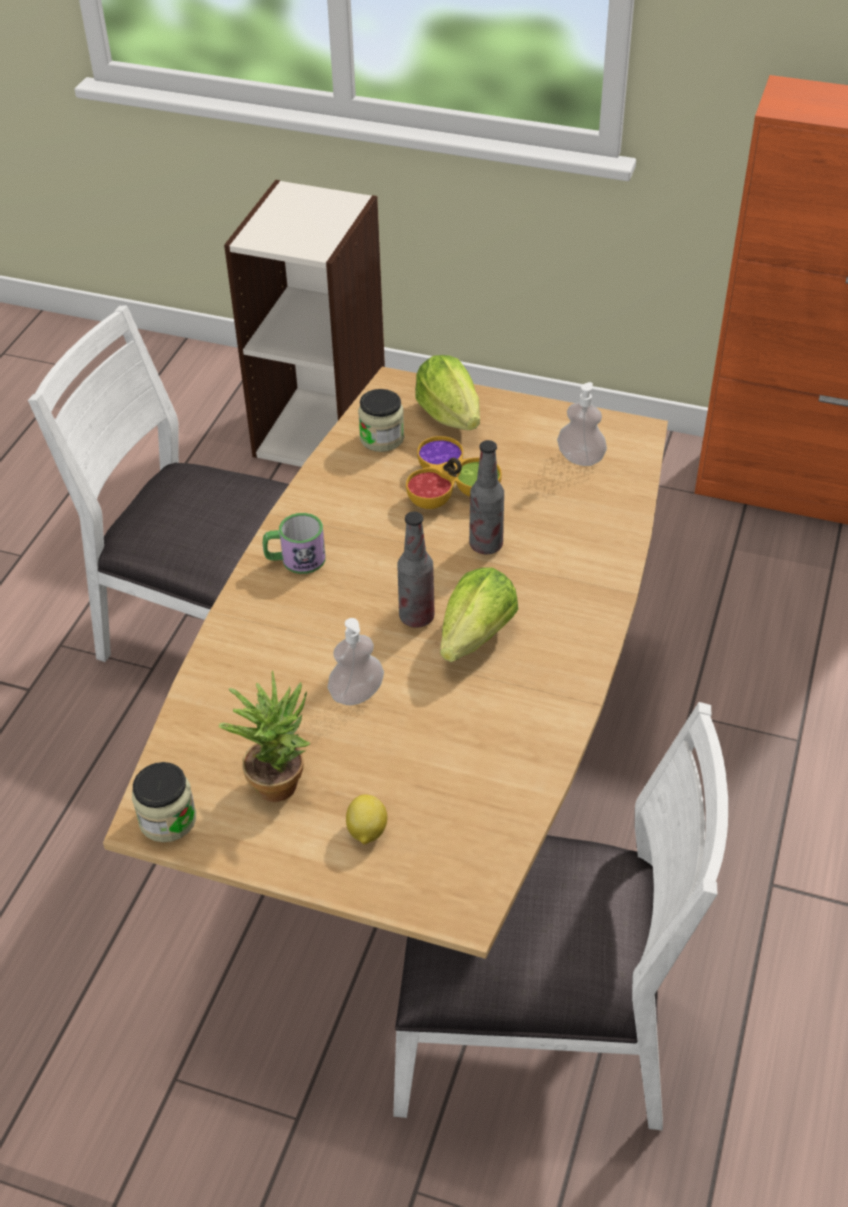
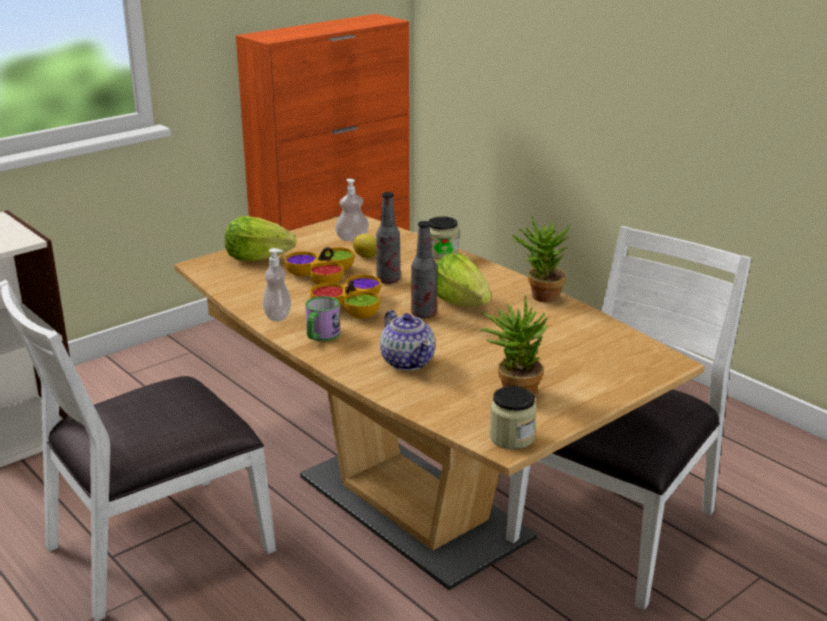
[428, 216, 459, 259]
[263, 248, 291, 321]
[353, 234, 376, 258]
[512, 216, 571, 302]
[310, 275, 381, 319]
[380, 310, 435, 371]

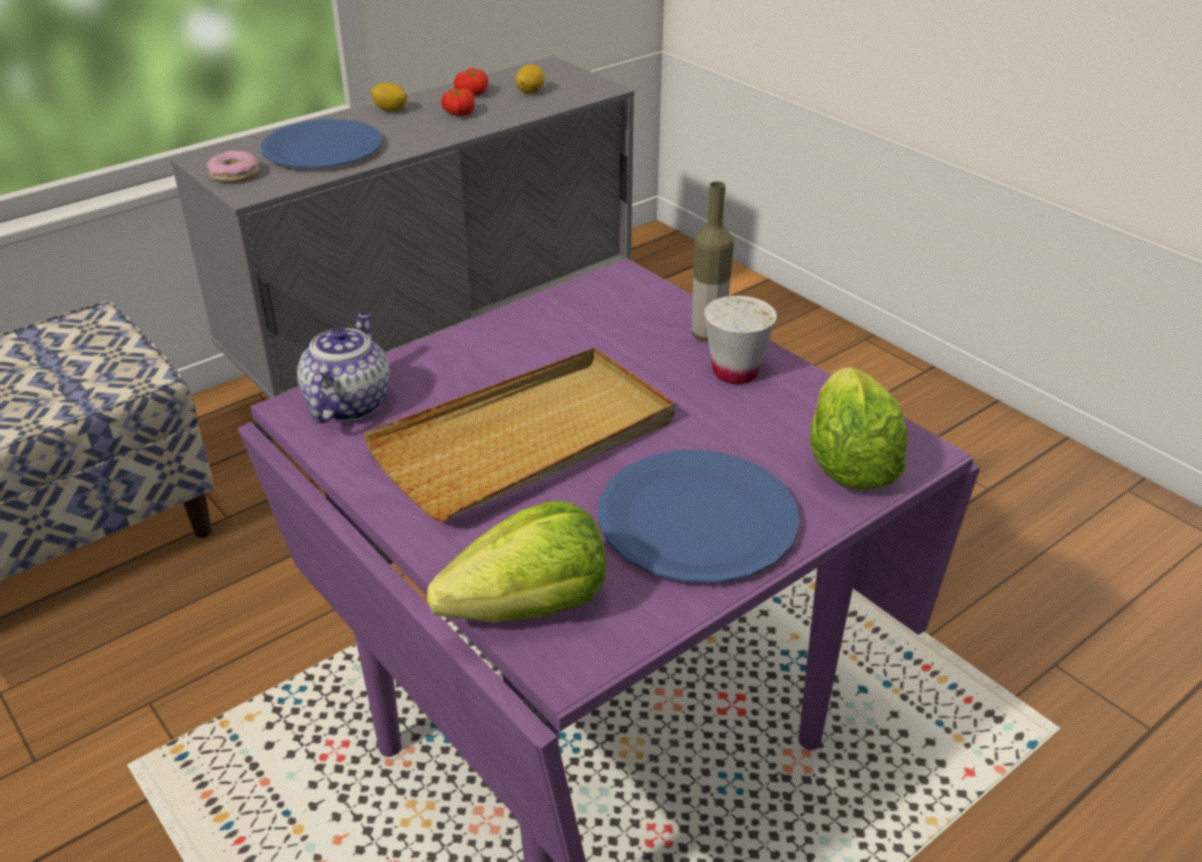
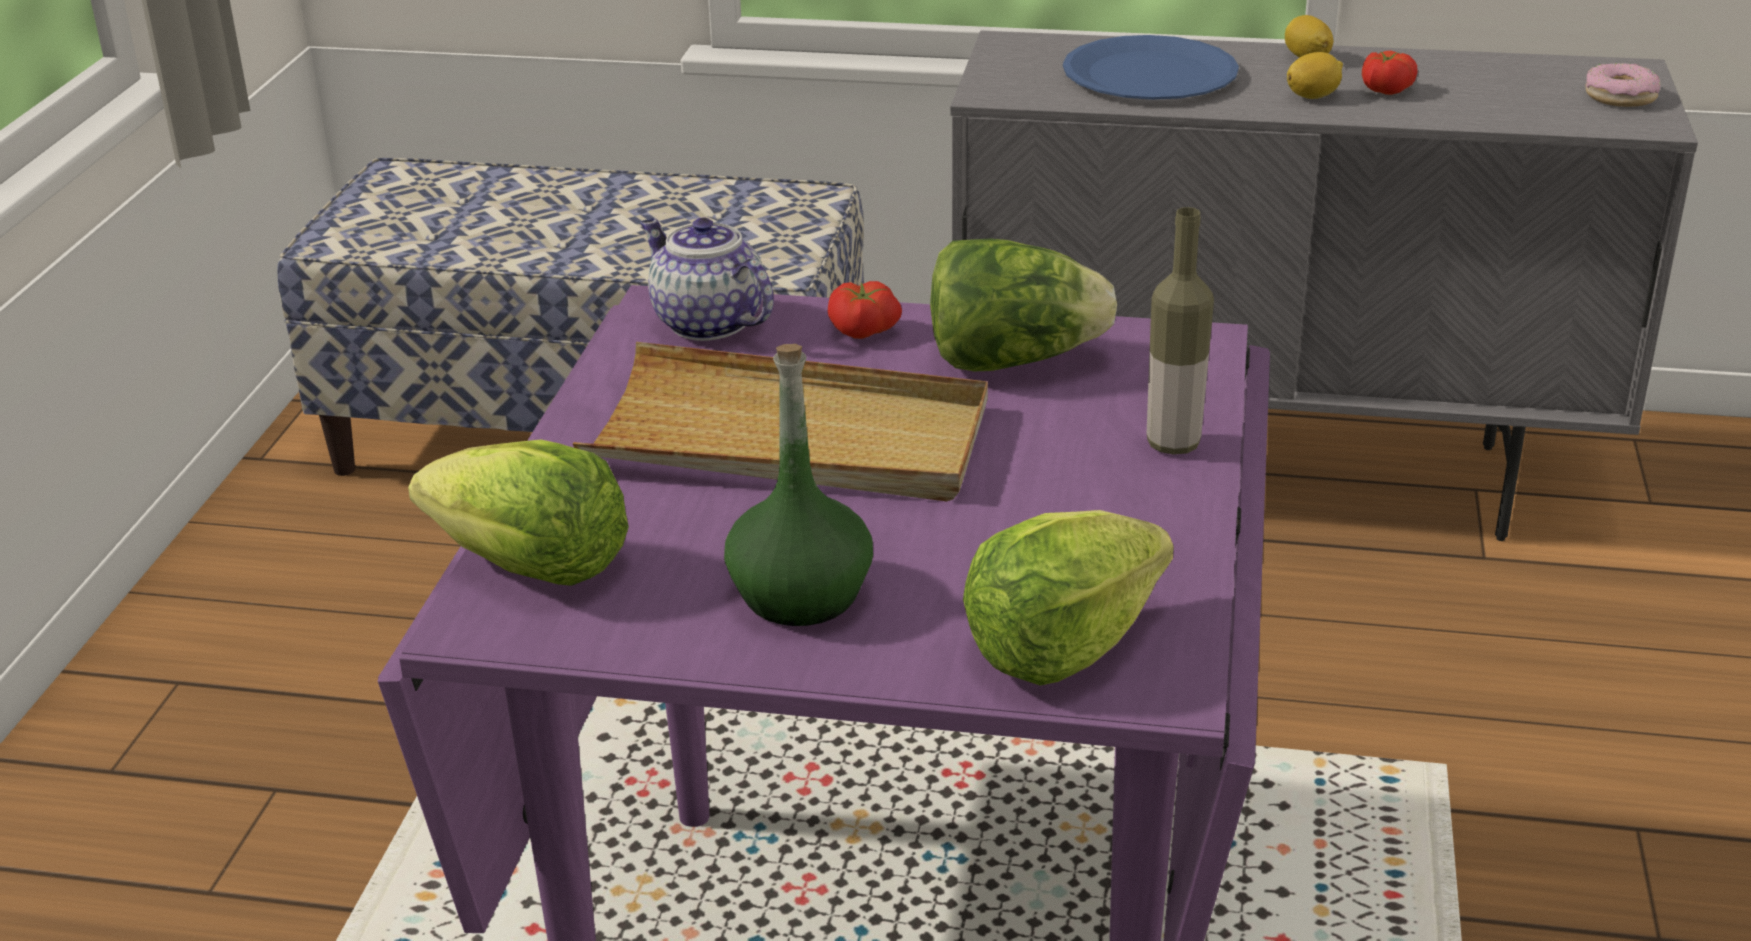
[1287, 52, 1343, 99]
[828, 281, 902, 339]
[1585, 63, 1660, 107]
[704, 296, 777, 384] (first image)
[640, 217, 774, 341]
[724, 344, 873, 626]
[930, 238, 1117, 371]

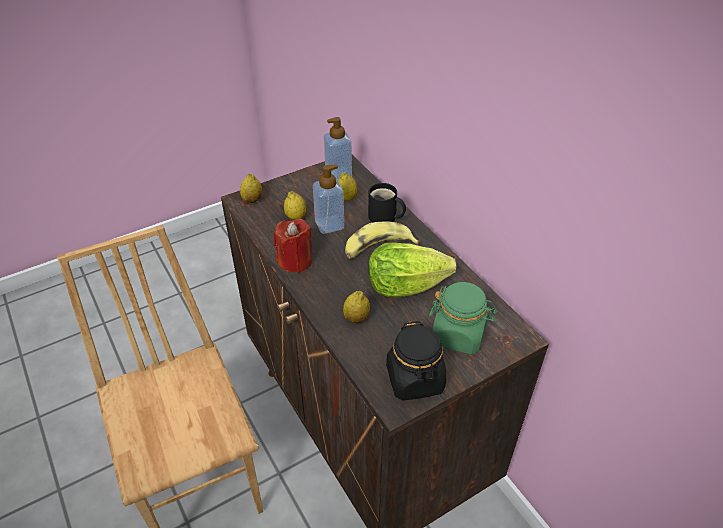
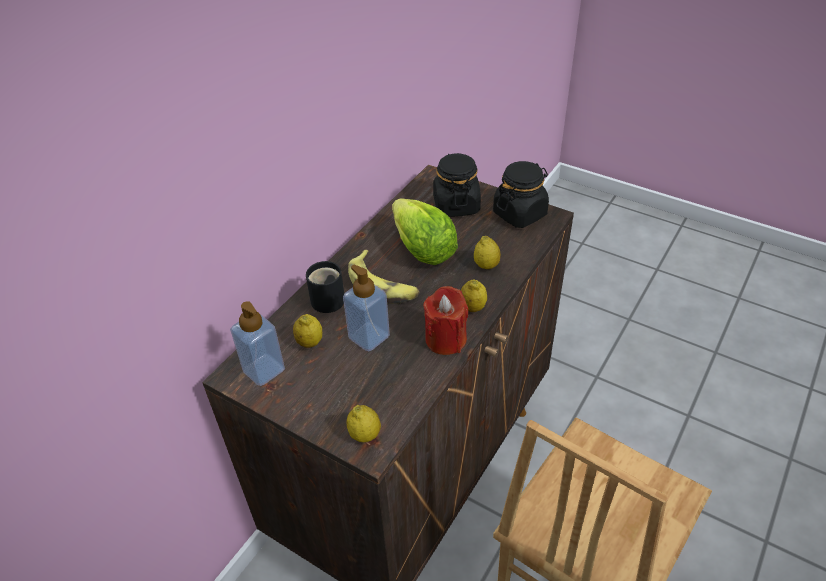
[461, 279, 487, 312]
[433, 153, 481, 217]

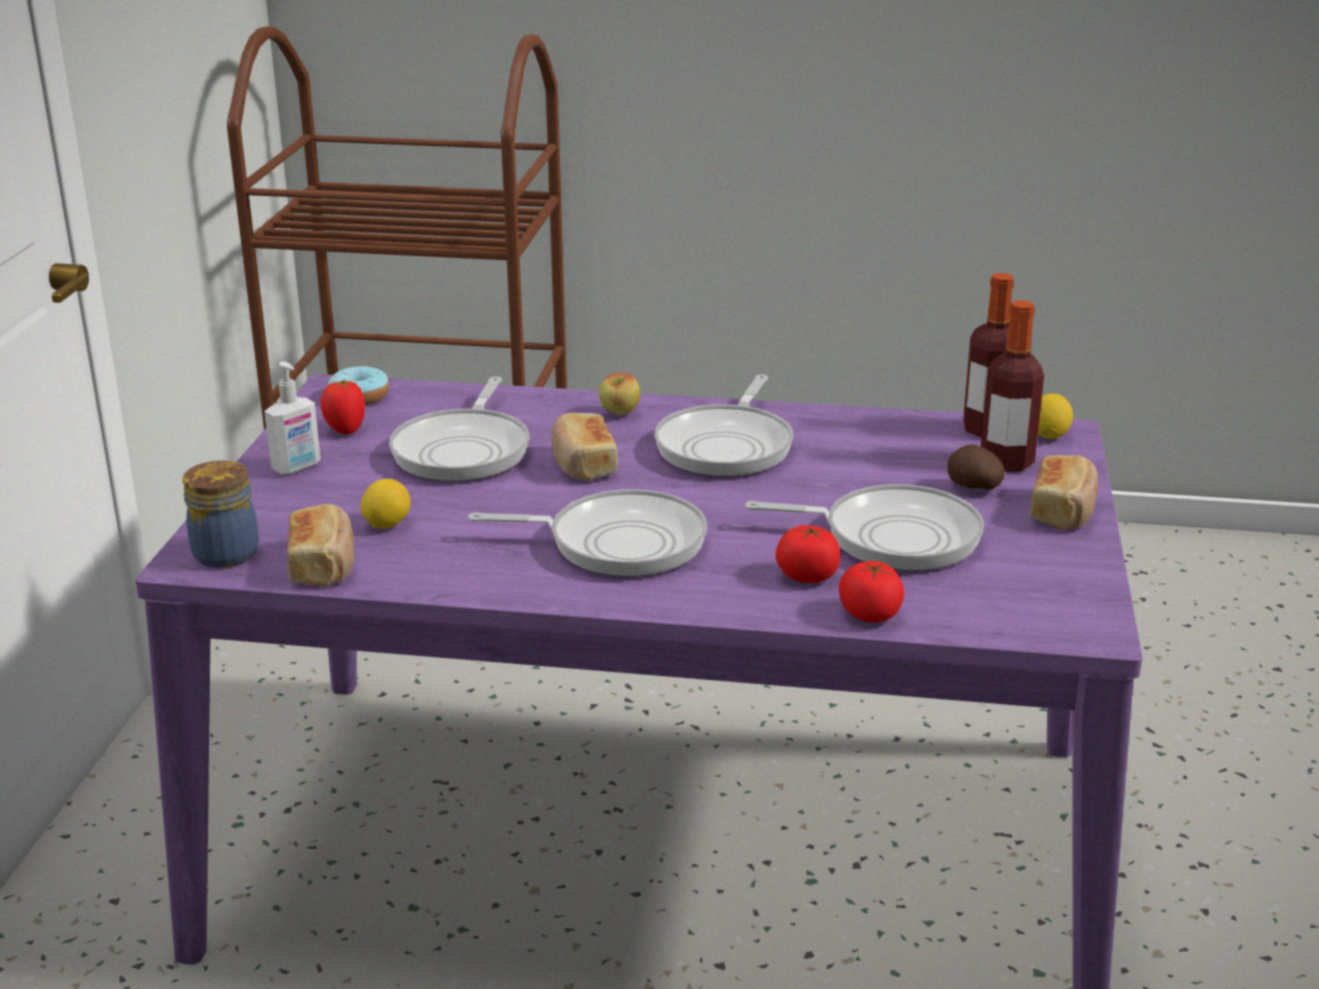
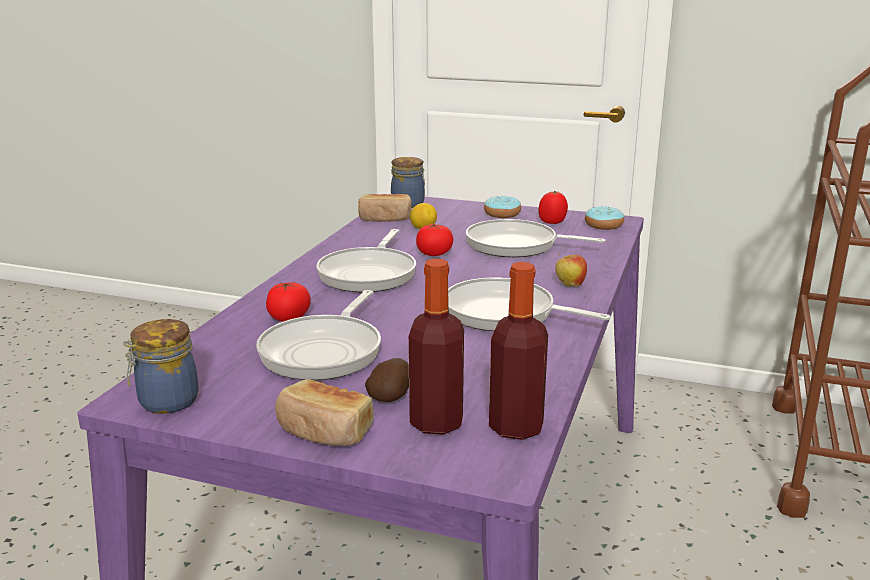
[484, 196, 521, 218]
[1038, 394, 1073, 439] (first image)
[552, 413, 618, 481] (first image)
[416, 224, 453, 256]
[123, 319, 199, 414]

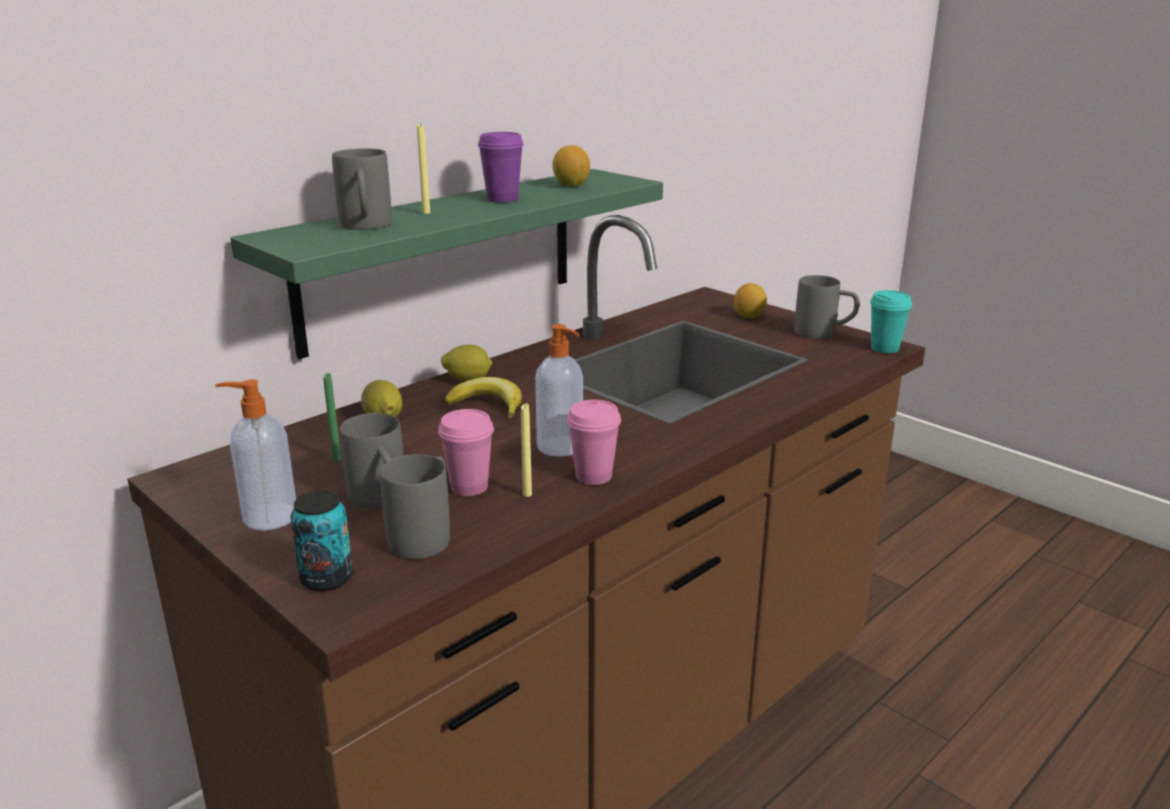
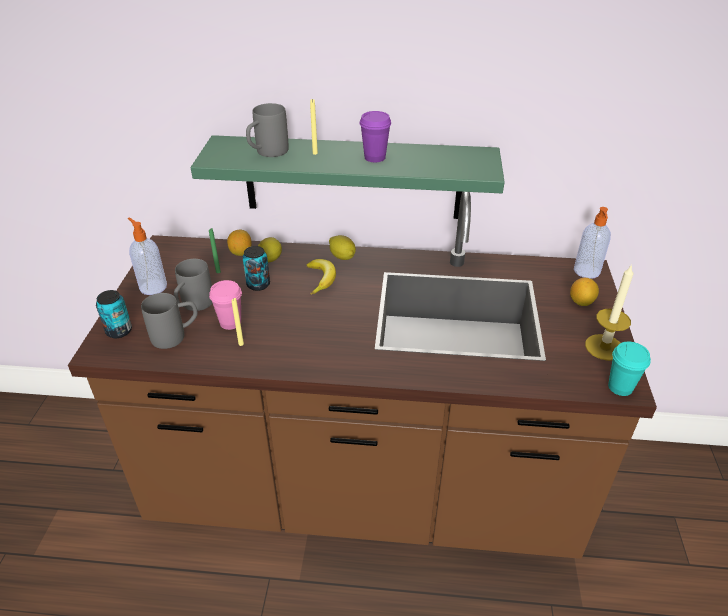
[227, 230, 252, 256]
[585, 264, 633, 361]
[574, 207, 611, 279]
[567, 400, 621, 485] (first image)
[242, 246, 270, 291]

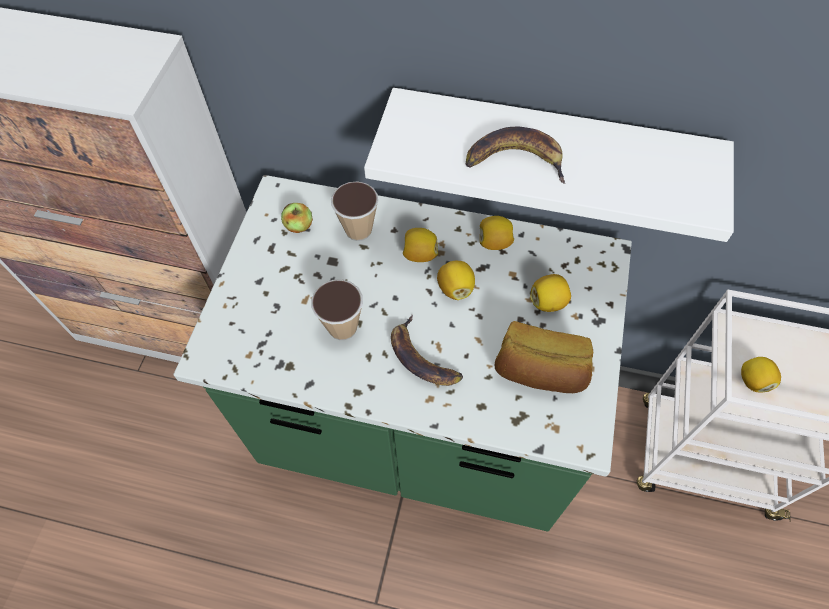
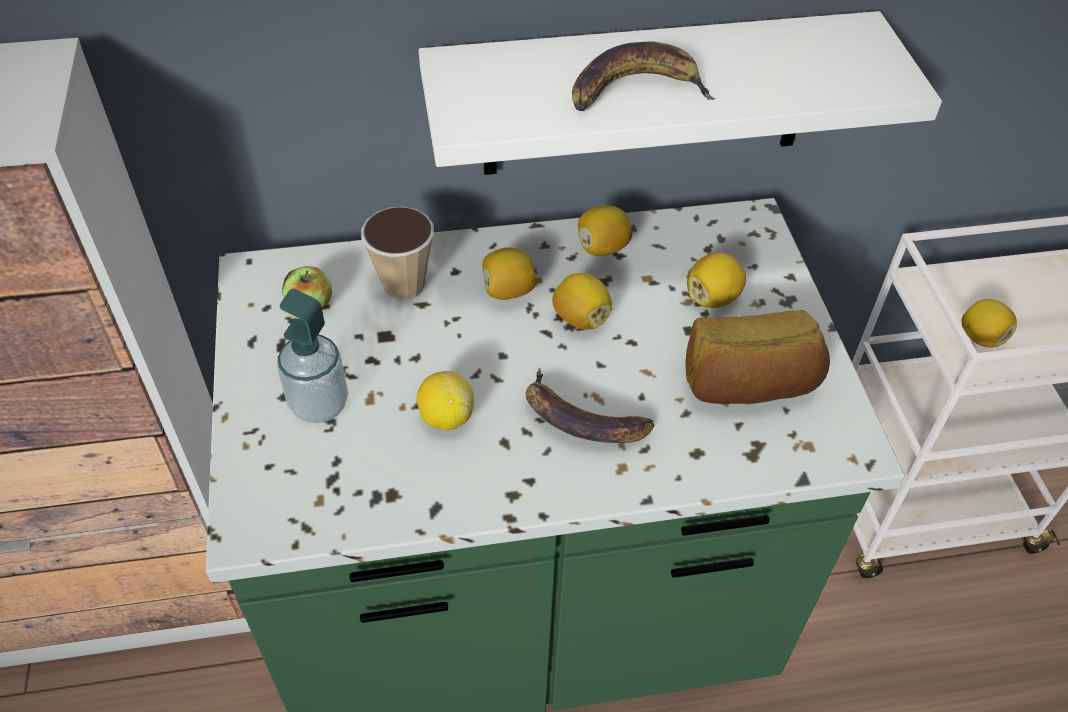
[417, 371, 474, 430]
[277, 289, 348, 423]

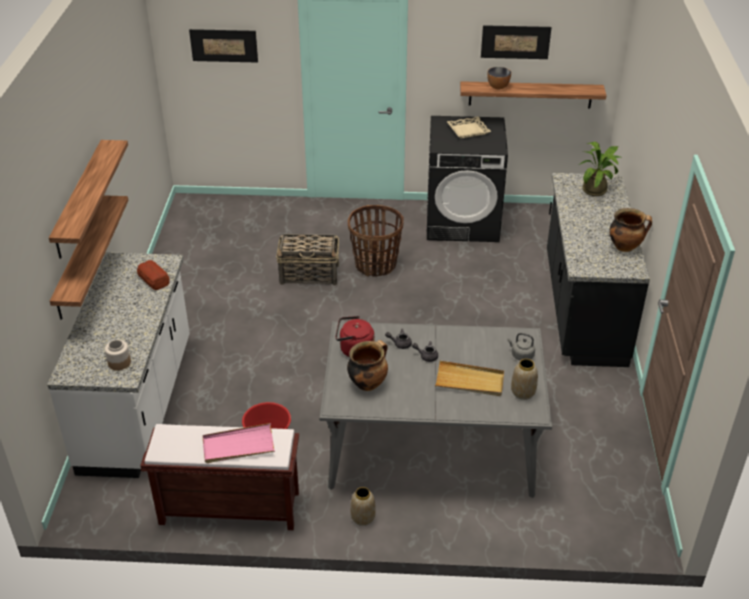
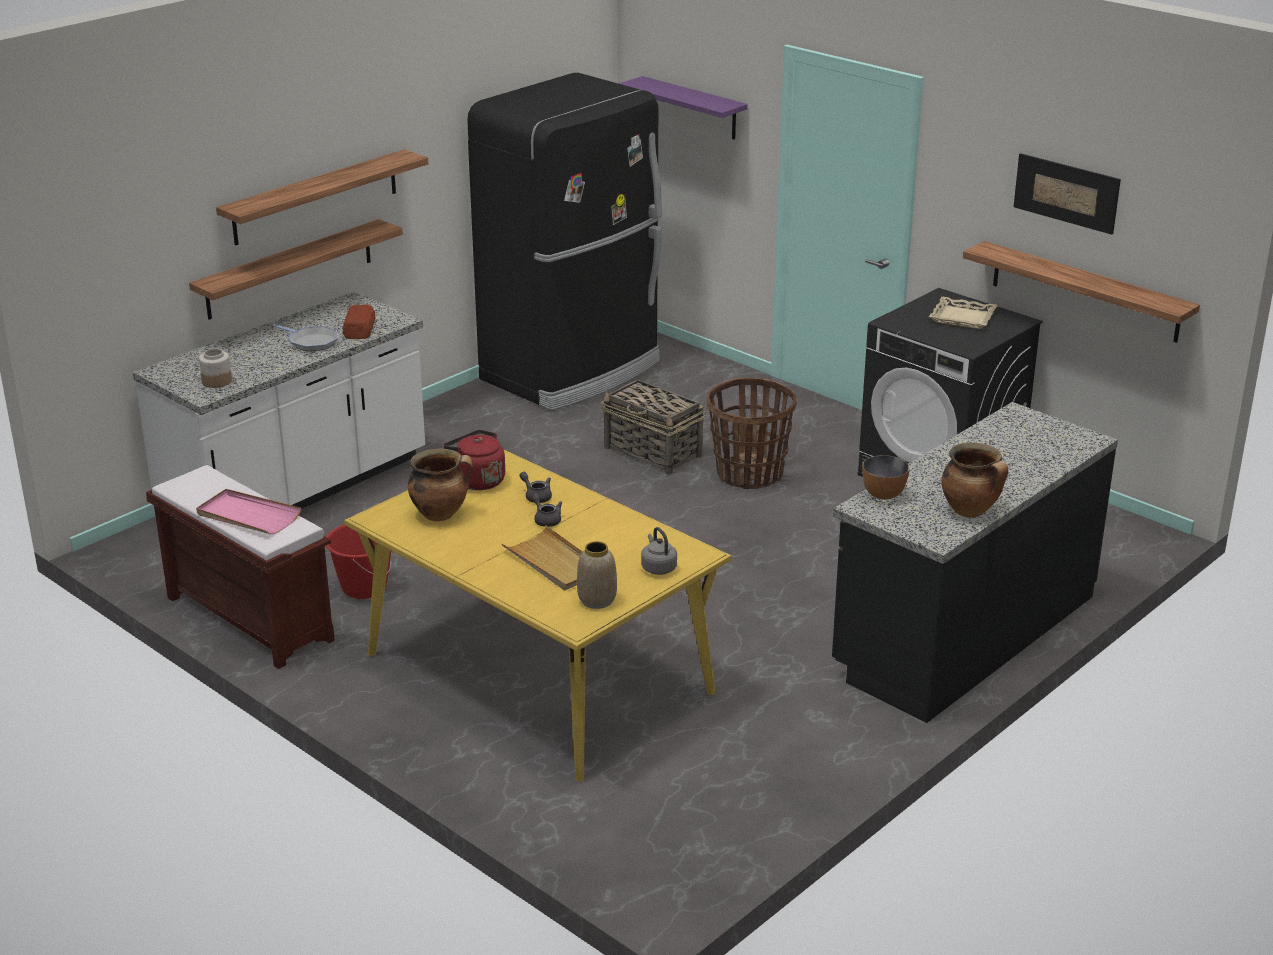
[618, 76, 748, 140]
[862, 455, 910, 500]
[579, 142, 620, 196] (first image)
[344, 450, 731, 781]
[350, 487, 376, 526] (first image)
[467, 73, 662, 410]
[273, 324, 338, 351]

